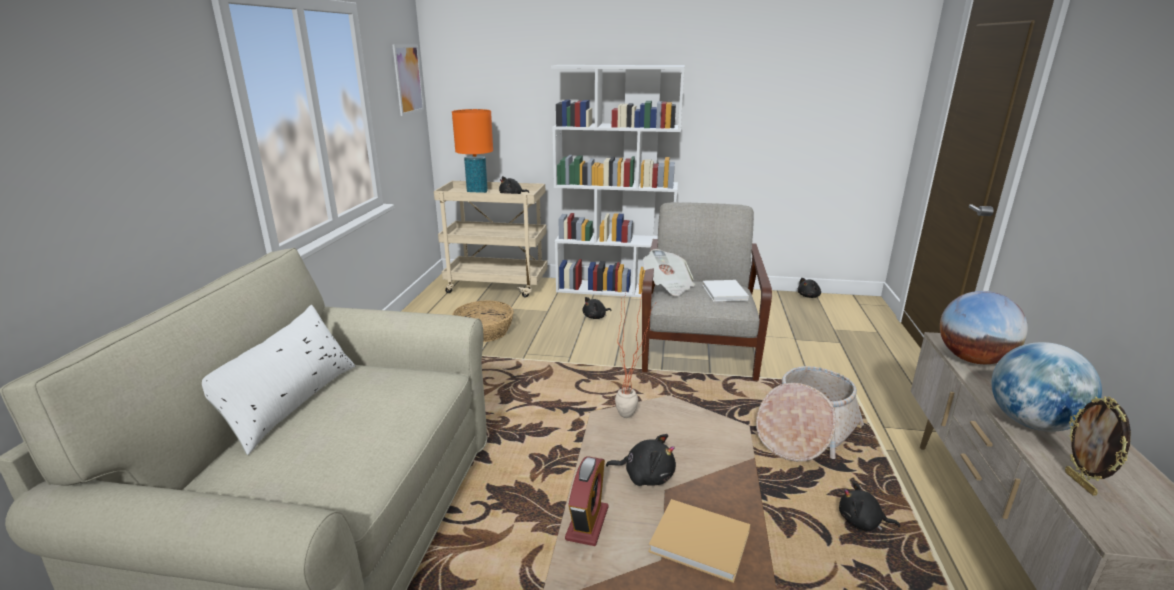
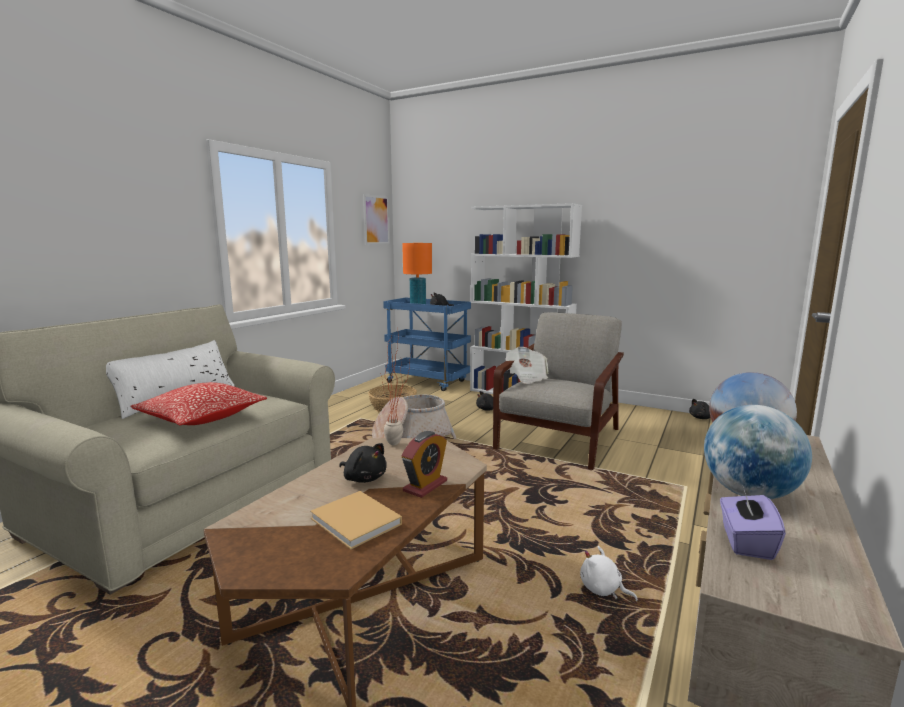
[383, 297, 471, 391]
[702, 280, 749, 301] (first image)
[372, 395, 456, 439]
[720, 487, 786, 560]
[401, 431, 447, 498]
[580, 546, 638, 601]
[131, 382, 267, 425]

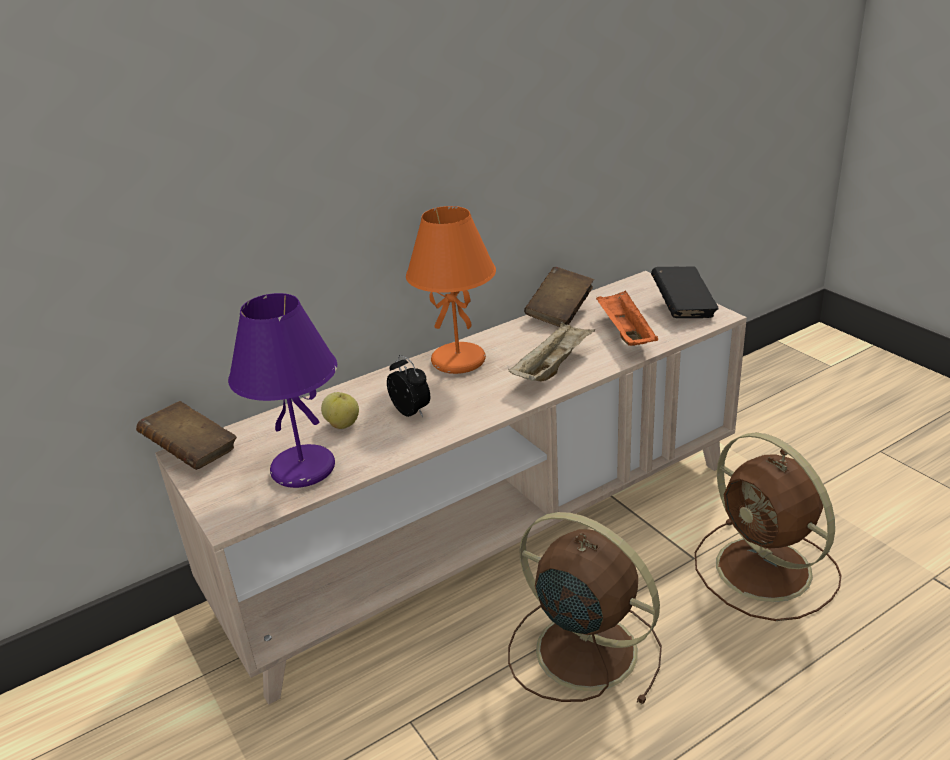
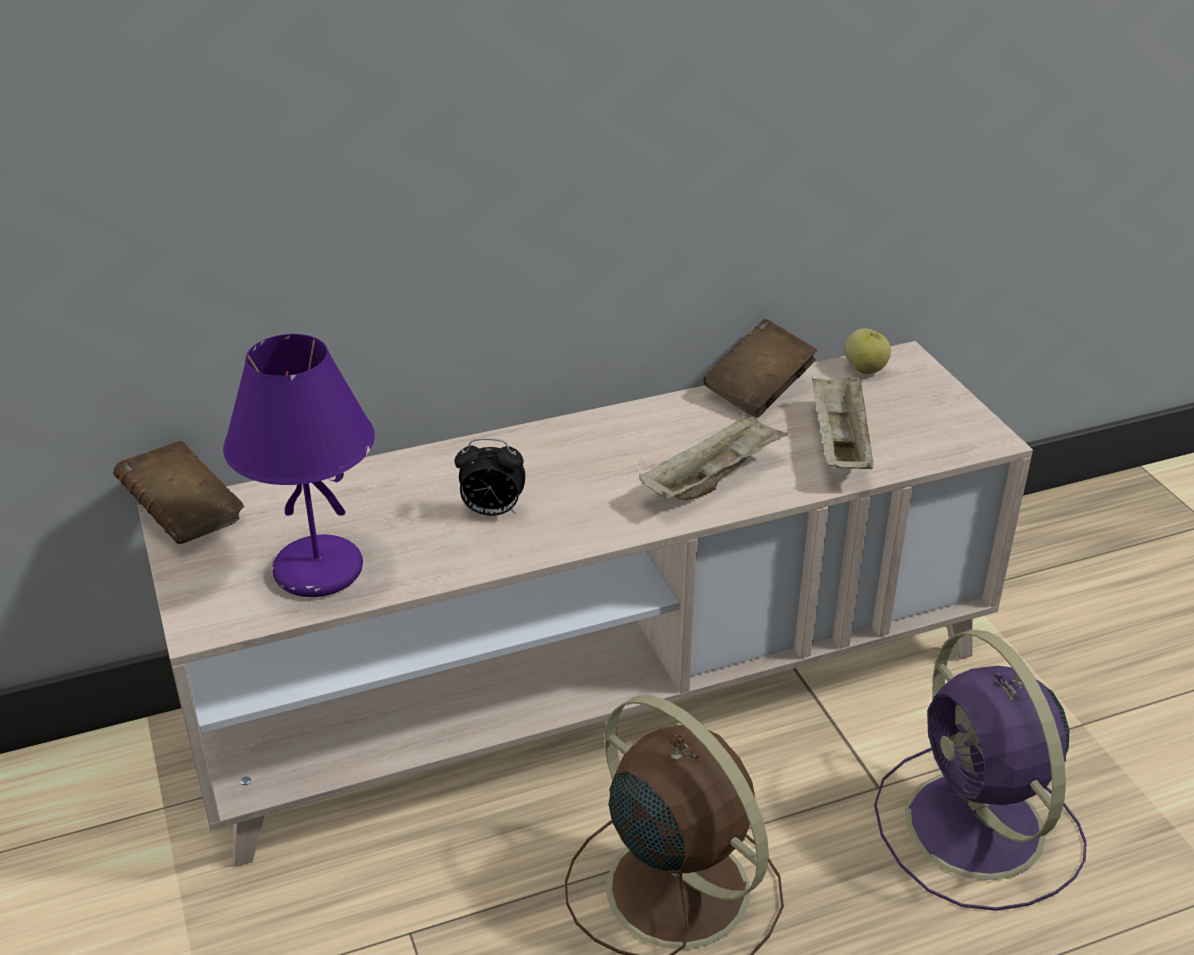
[406, 206, 496, 374] (first image)
[651, 267, 718, 318] (first image)
[812, 375, 874, 469]
[454, 438, 526, 516]
[844, 328, 891, 374]
[874, 630, 1087, 911]

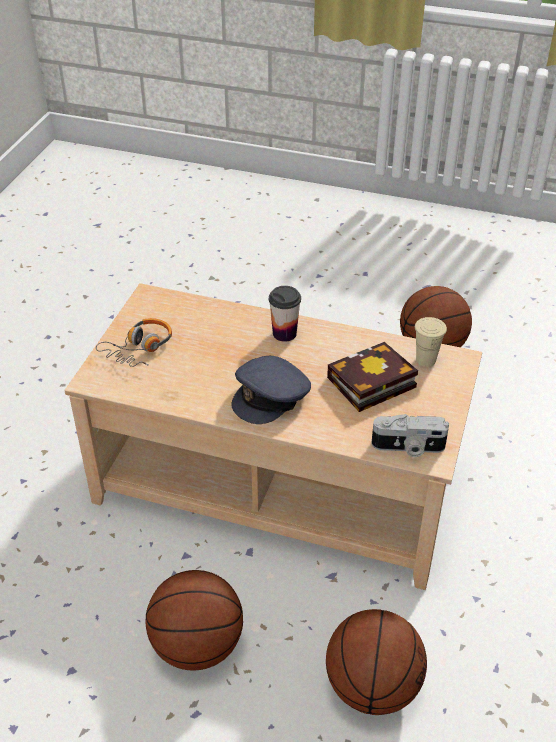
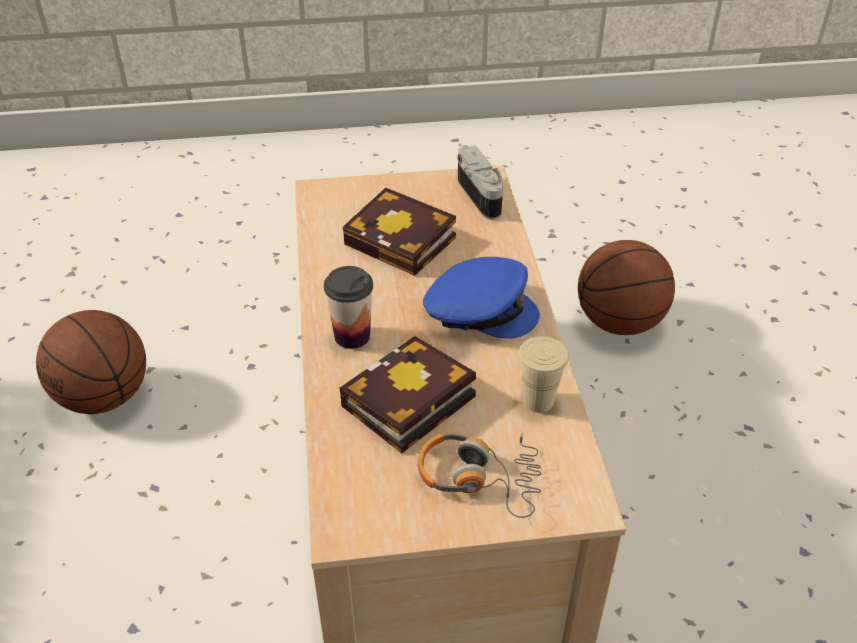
[519, 336, 569, 412]
[423, 257, 540, 339]
[145, 570, 243, 670] (first image)
[340, 336, 476, 454]

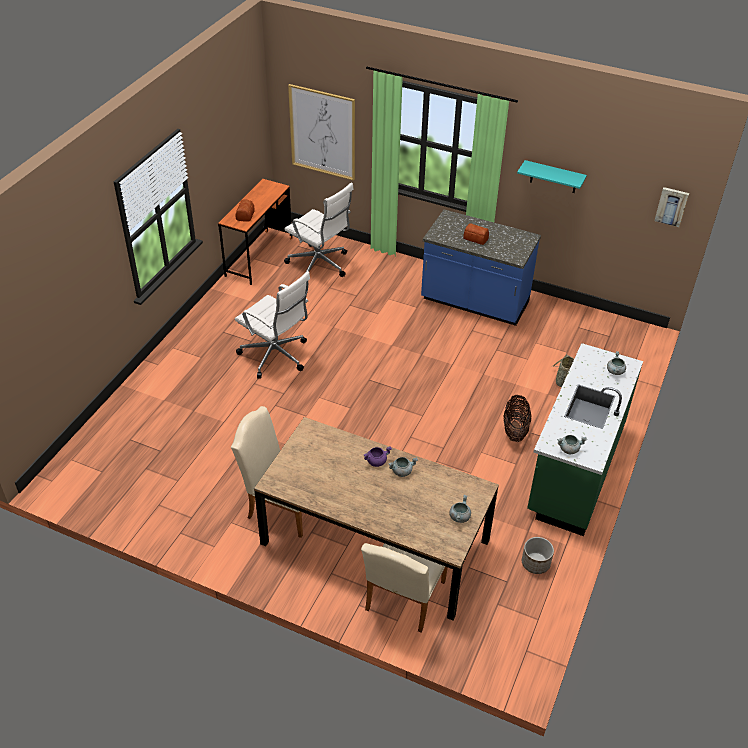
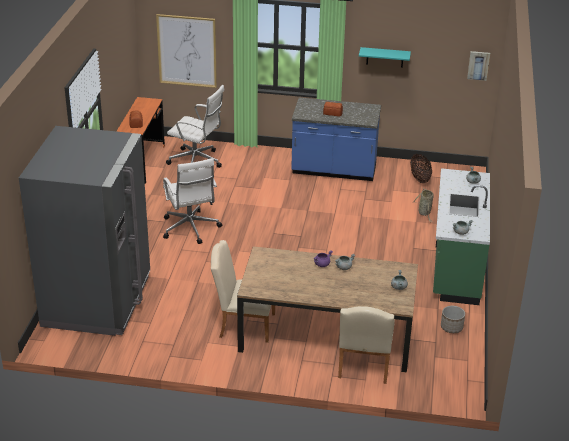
[163, 158, 222, 244]
[410, 154, 432, 183]
[19, 126, 150, 336]

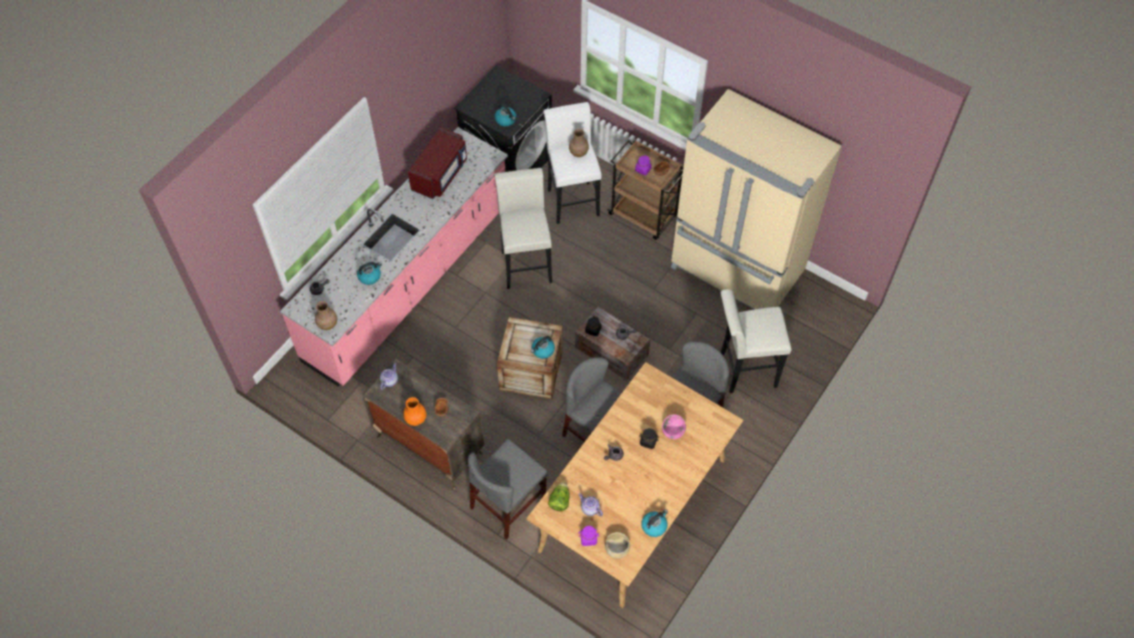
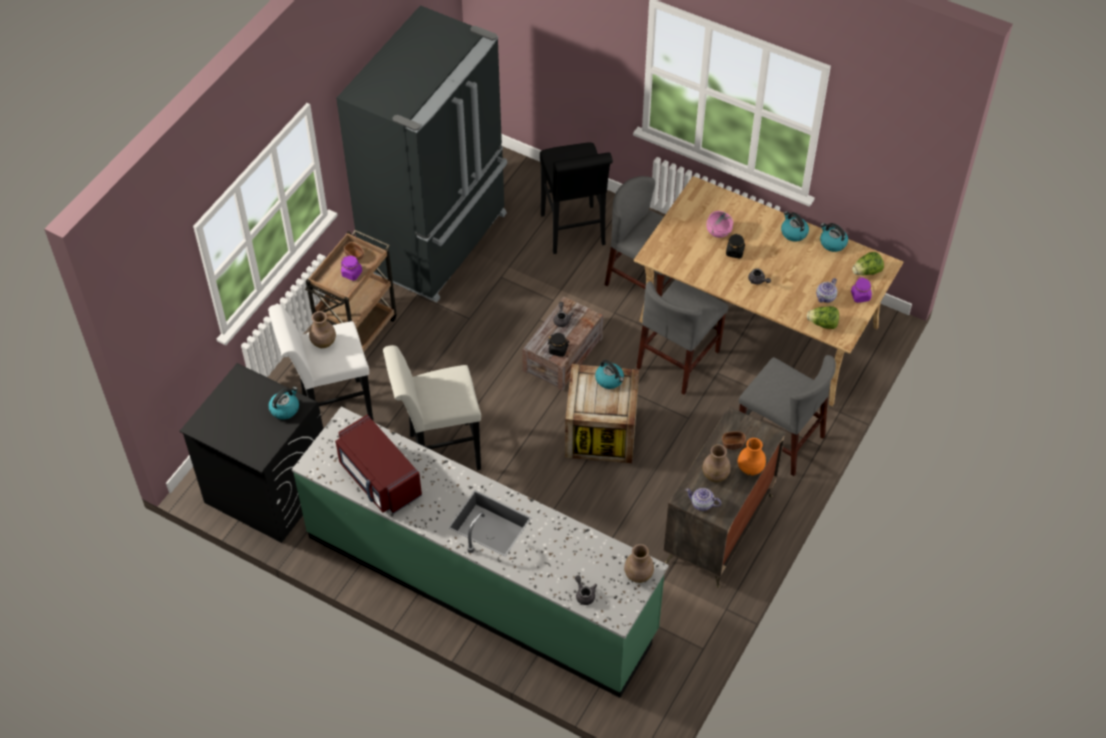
[336, 5, 507, 303]
[292, 407, 669, 698]
[335, 414, 422, 514]
[781, 211, 809, 241]
[540, 142, 613, 254]
[852, 252, 884, 275]
[702, 444, 731, 482]

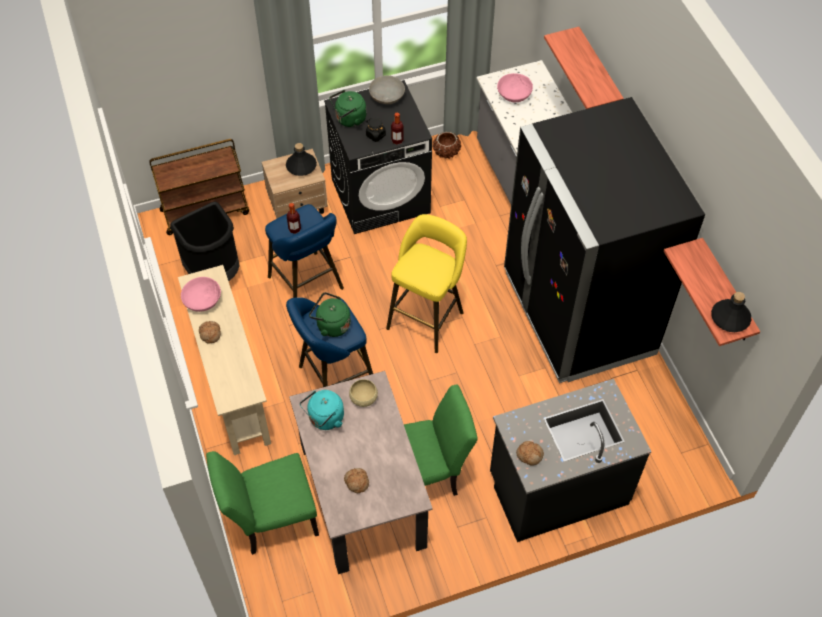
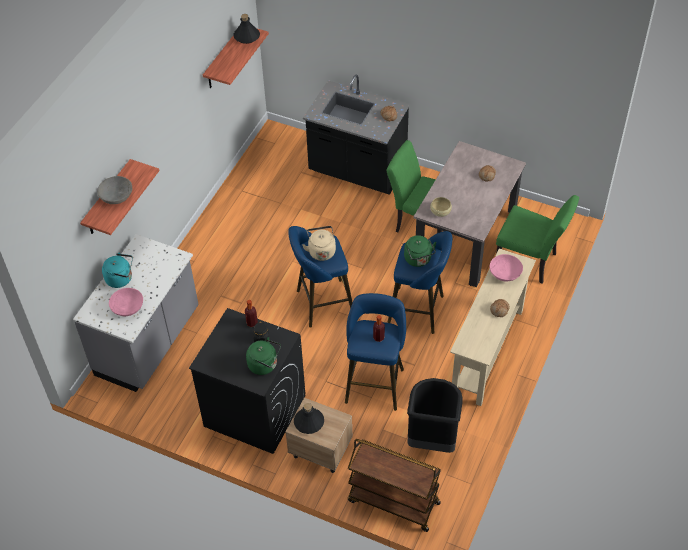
[97, 176, 132, 204]
[504, 97, 705, 383] (first image)
[433, 131, 461, 159] (first image)
[288, 226, 353, 328]
[490, 254, 523, 282]
[102, 253, 133, 288]
[302, 226, 336, 261]

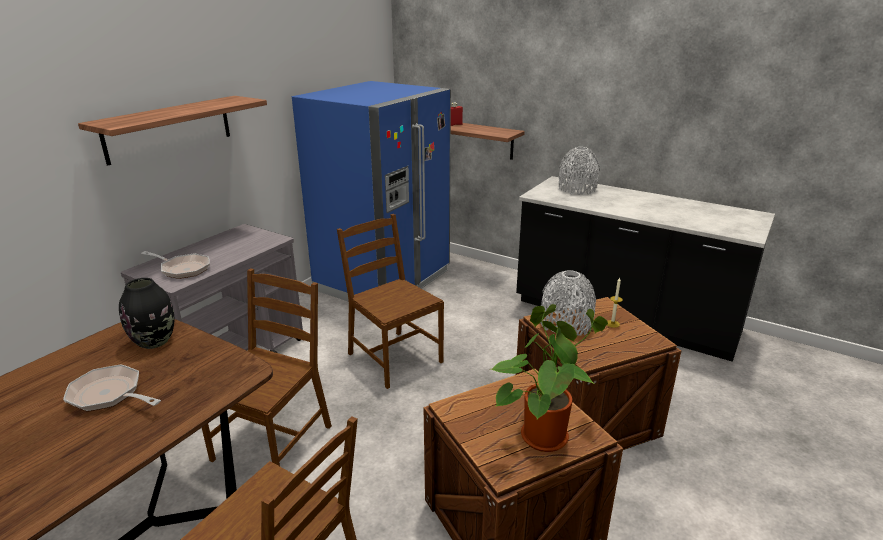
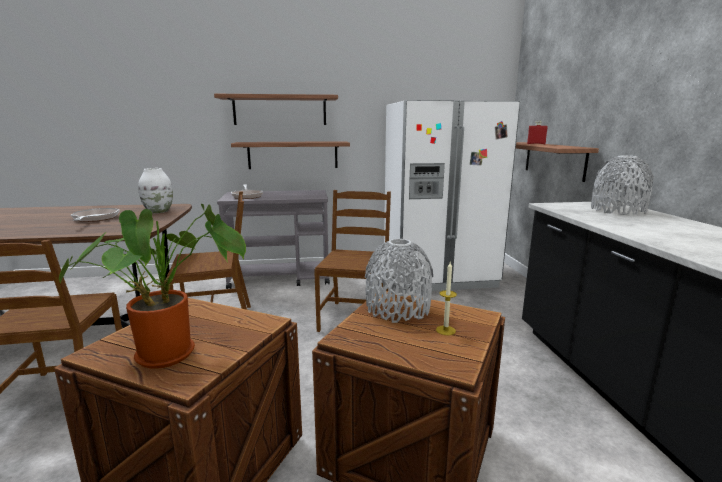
[384, 100, 520, 293]
[138, 168, 173, 213]
[231, 141, 350, 169]

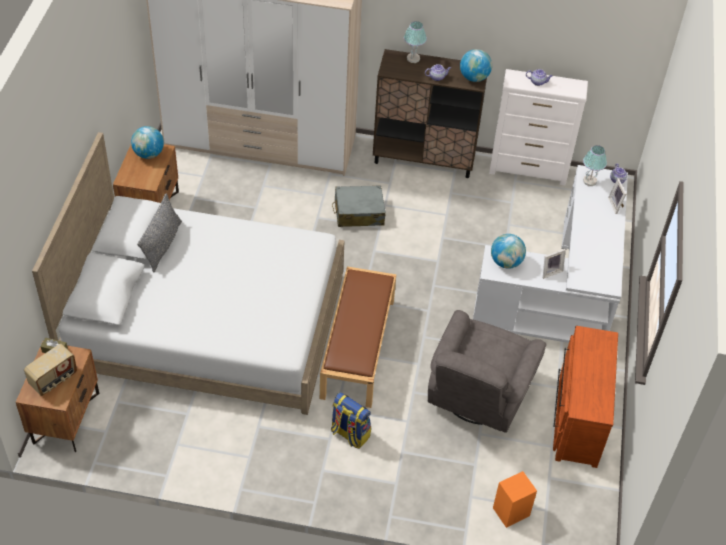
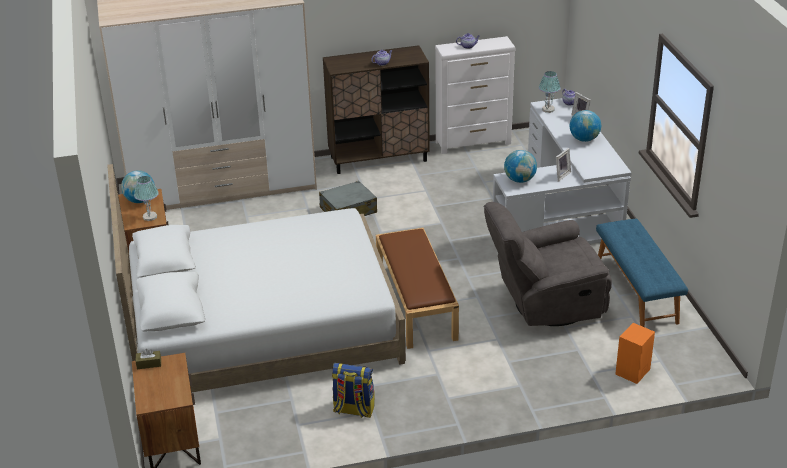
[134, 176, 159, 221]
[570, 110, 601, 142]
[137, 193, 182, 273] (first image)
[483, 202, 612, 326]
[596, 219, 688, 327]
[24, 344, 77, 396] (first image)
[332, 363, 375, 418]

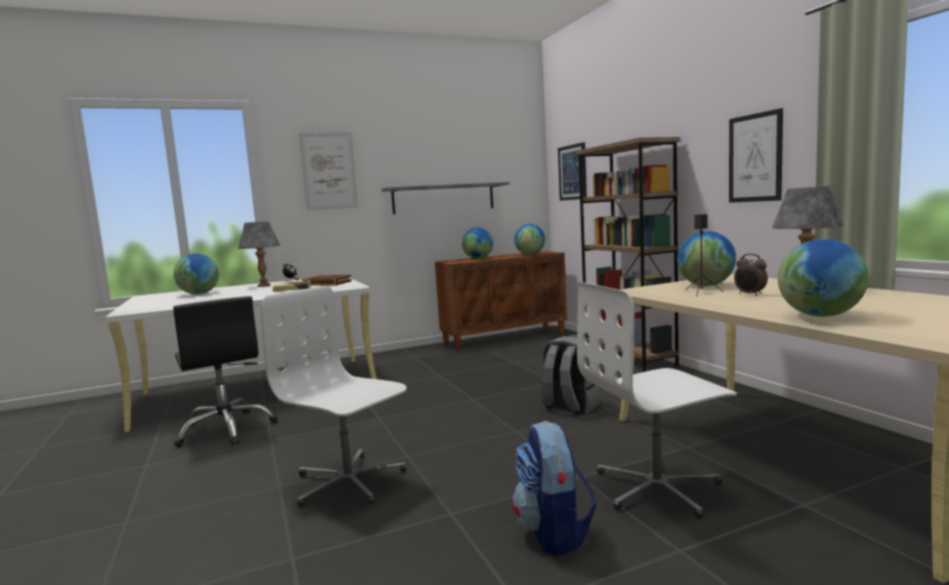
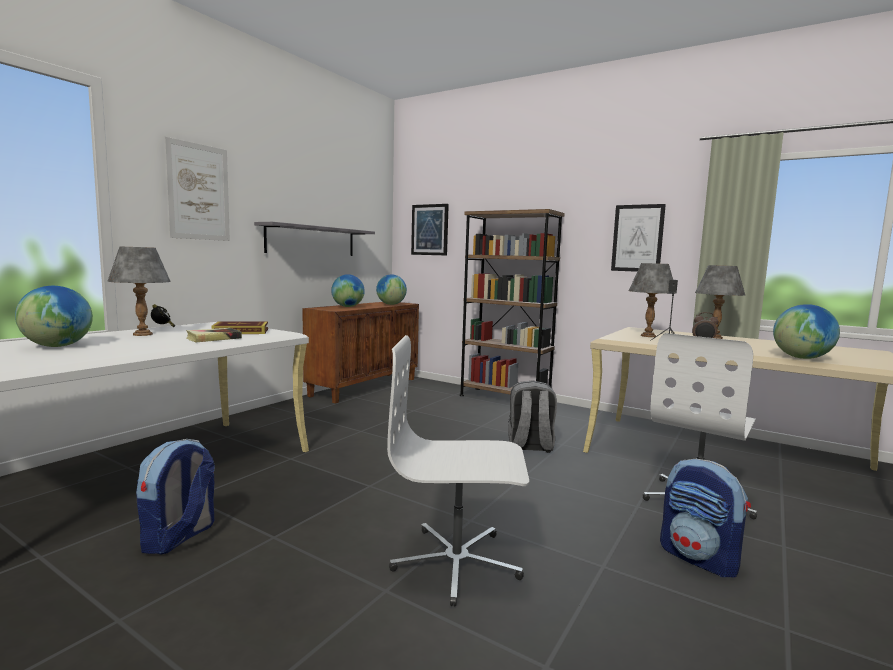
[629, 263, 677, 337]
[136, 439, 215, 555]

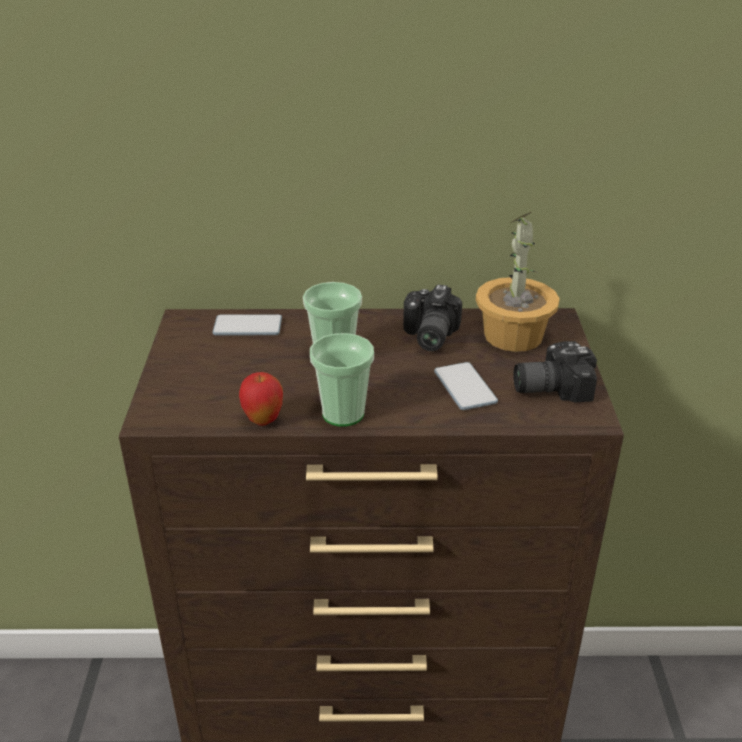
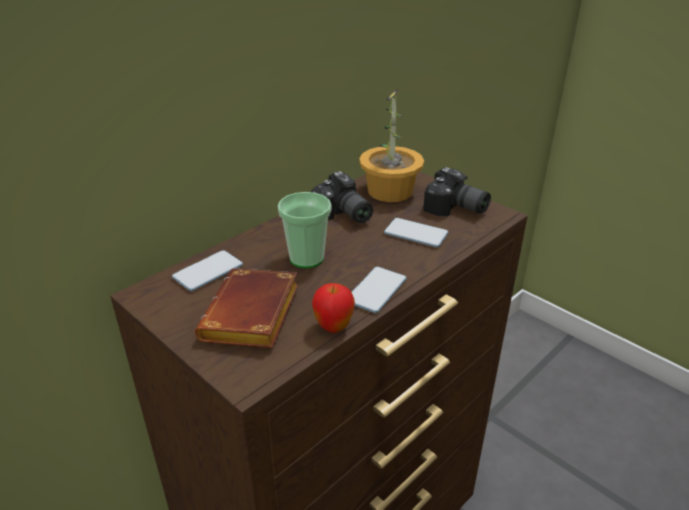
[352, 267, 407, 313]
[423, 167, 491, 216]
[195, 268, 299, 348]

